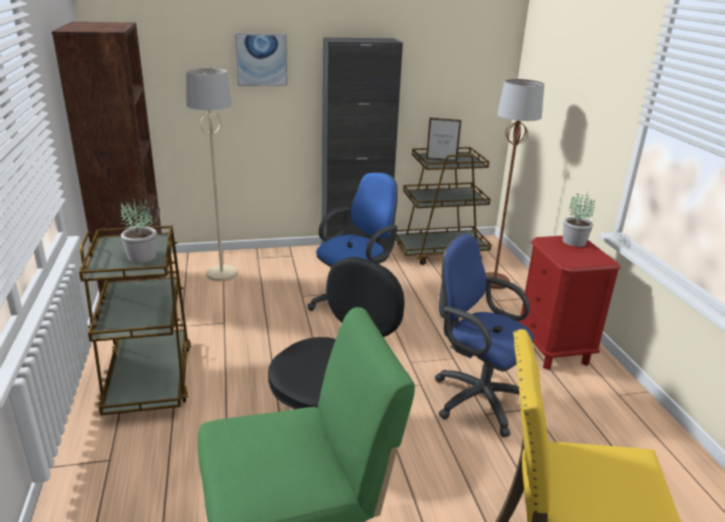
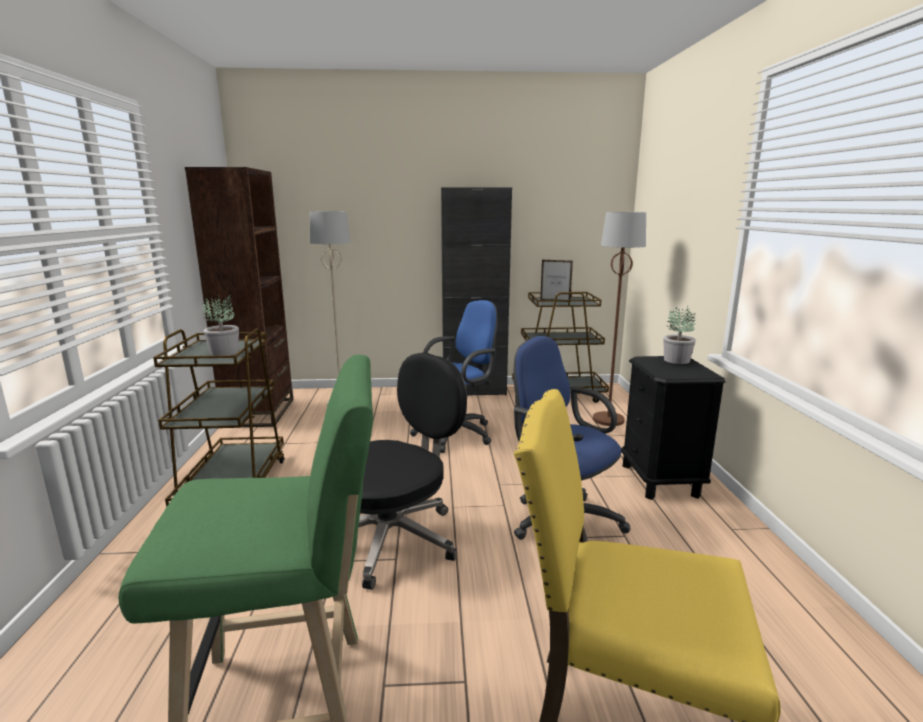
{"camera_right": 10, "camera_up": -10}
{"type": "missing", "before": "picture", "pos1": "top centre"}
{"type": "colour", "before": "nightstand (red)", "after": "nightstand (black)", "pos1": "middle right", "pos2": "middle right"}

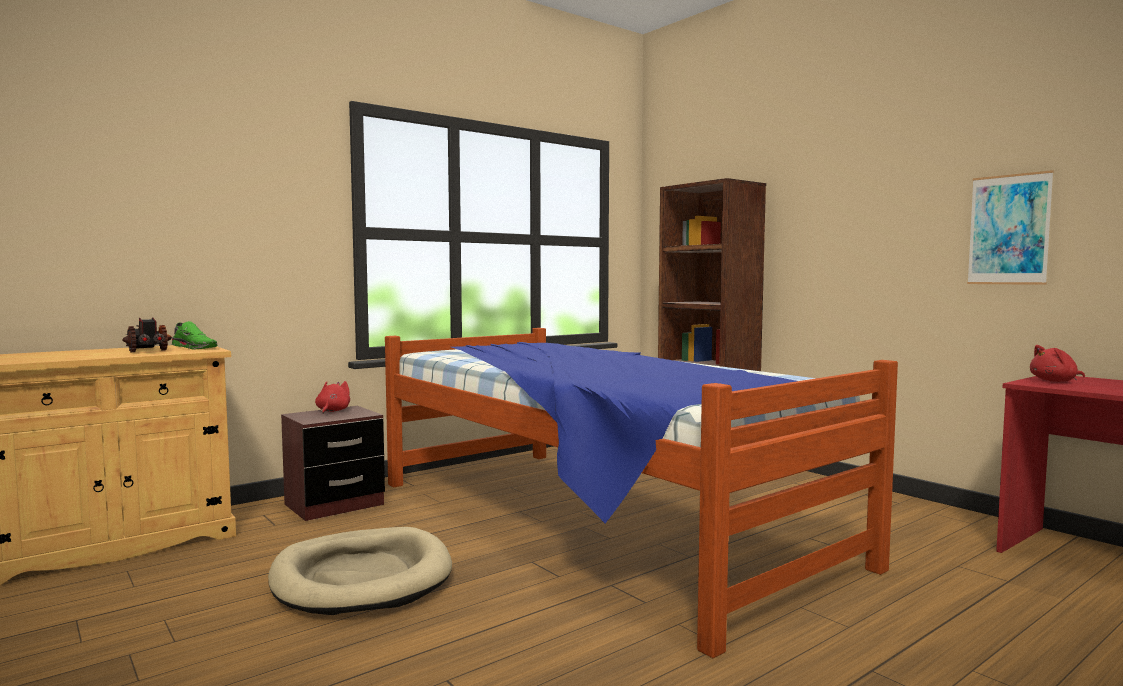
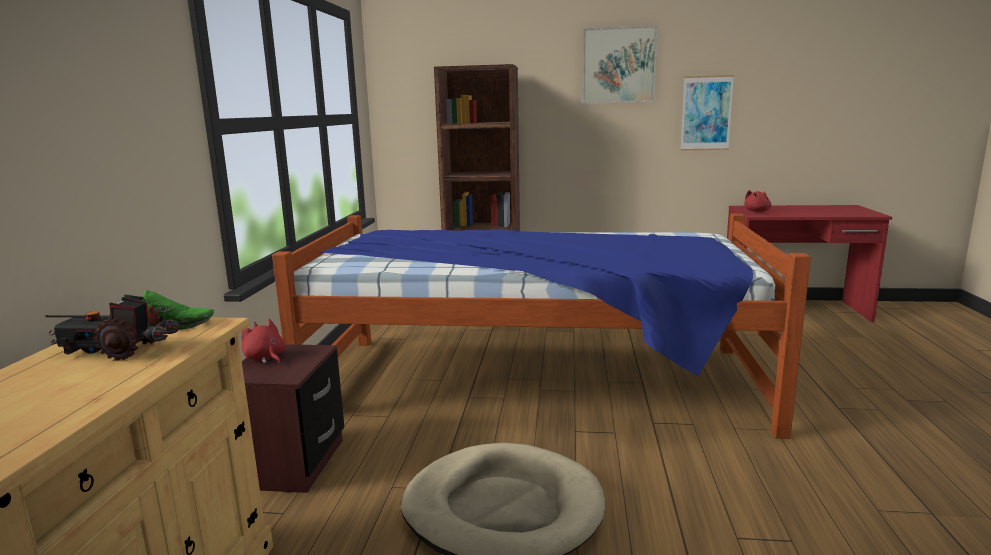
{"camera_right": -45, "camera_up": 10}
{"type": "appeared", "after": "picture (no. 1 from left)", "pos2": "top centre"}

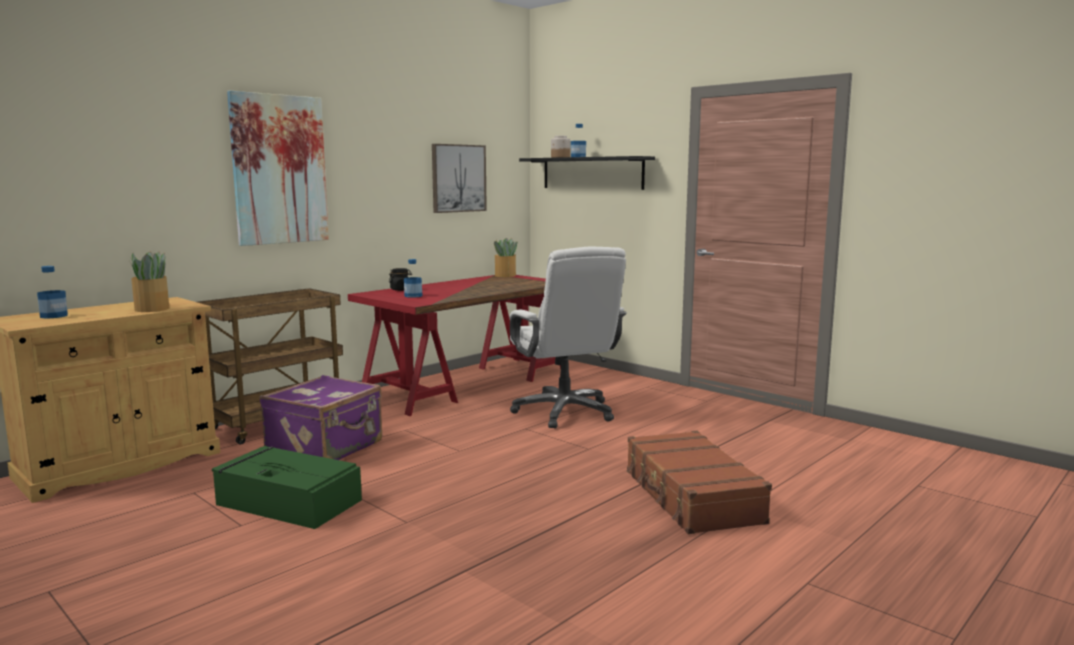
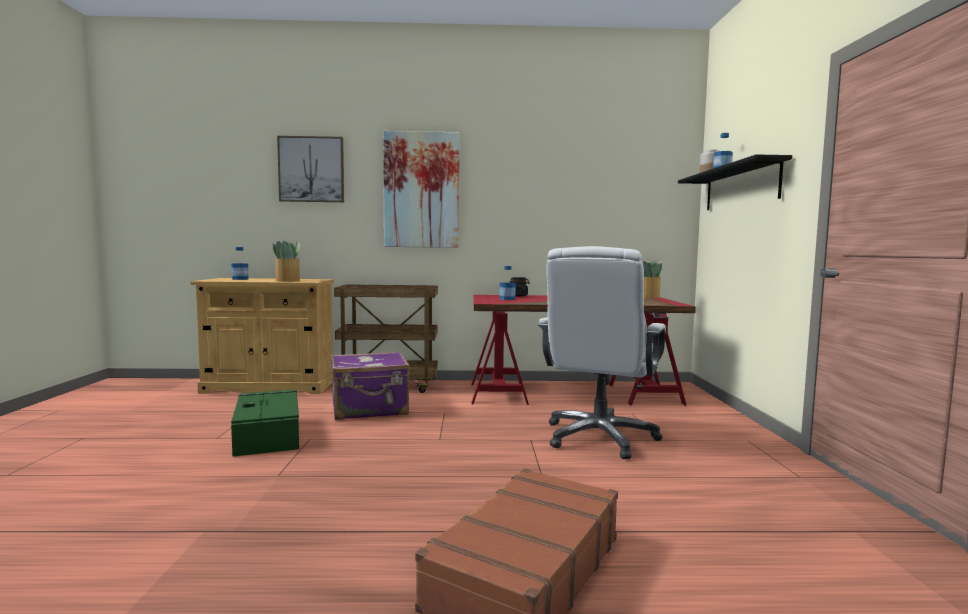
{"camera_right": 45, "camera_up": -5}
{"type": "relocated", "before": "picture (no. 2 from left in the first image)", "after": "picture (no. 1 from left)", "pos1": "top centre", "pos2": "top left"}

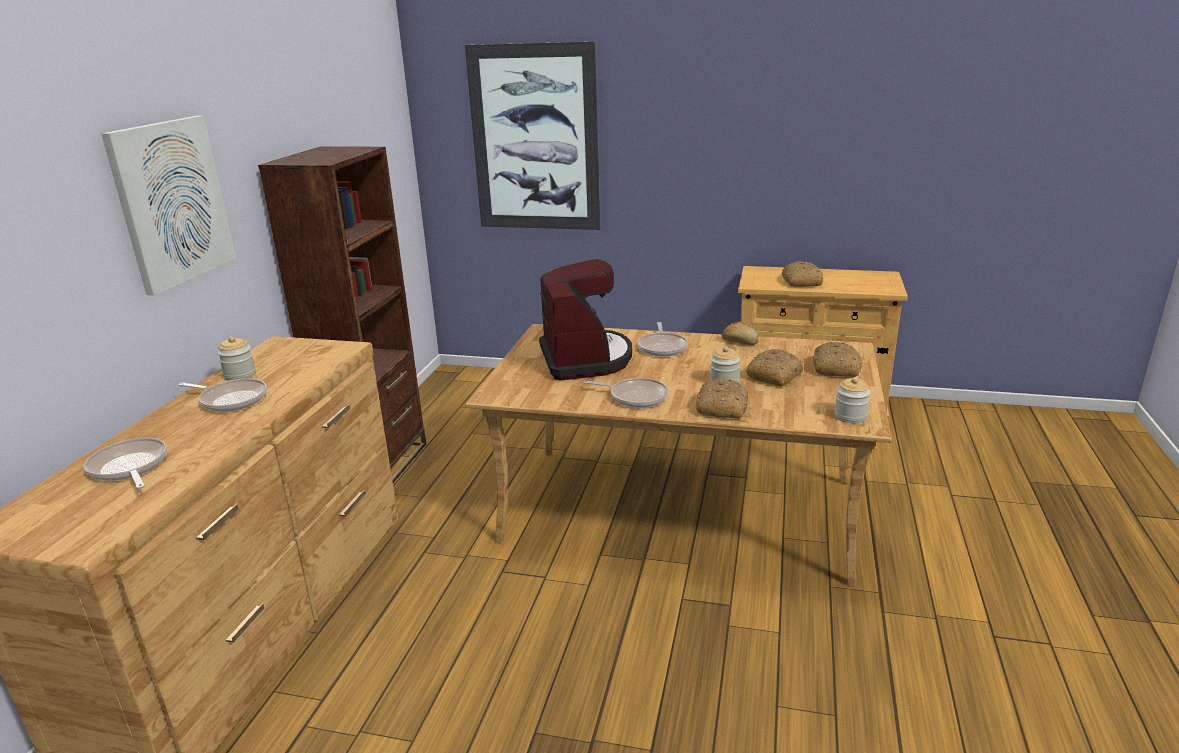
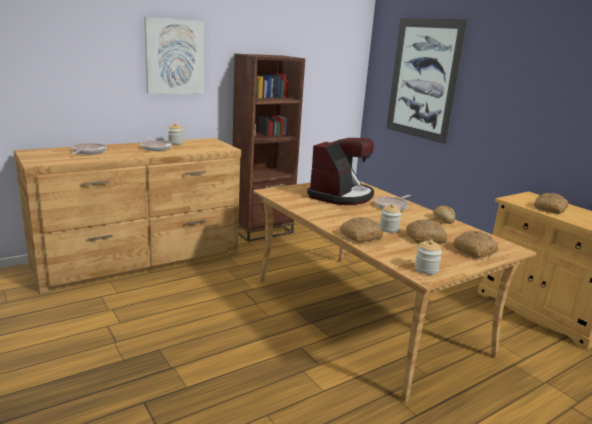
{"camera_right": 40, "camera_up": -5}
{"type": "missing", "before": "frying pan (no. 3 from left)", "pos1": "centre"}

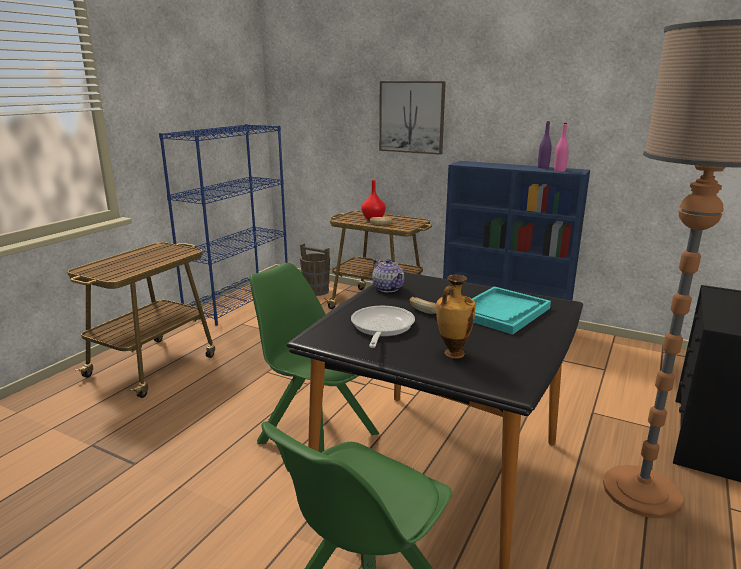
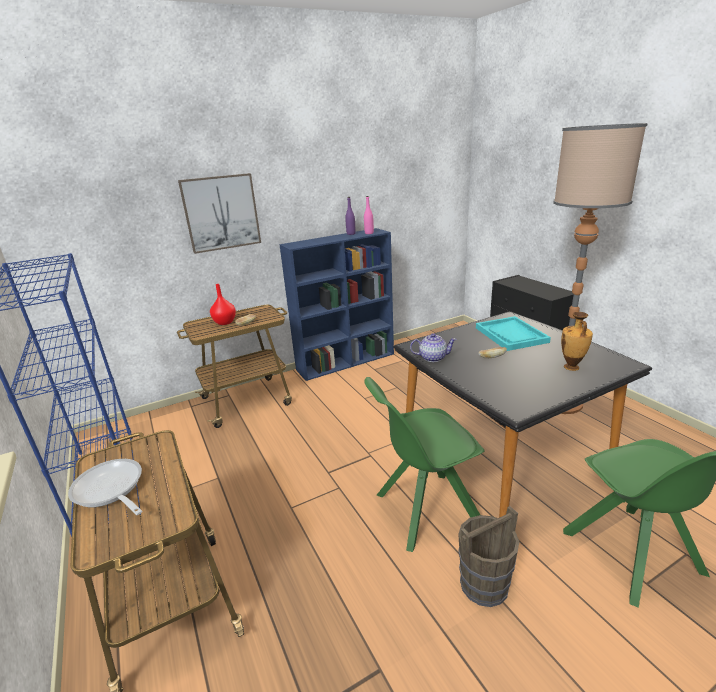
{"camera_right": -55, "camera_up": 5}
{"type": "relocated", "before": "bucket (brown)", "pos1": "centre", "pos2": "bottom right"}
{"type": "relocated", "before": "frying pan", "pos1": "centre", "pos2": "bottom left"}

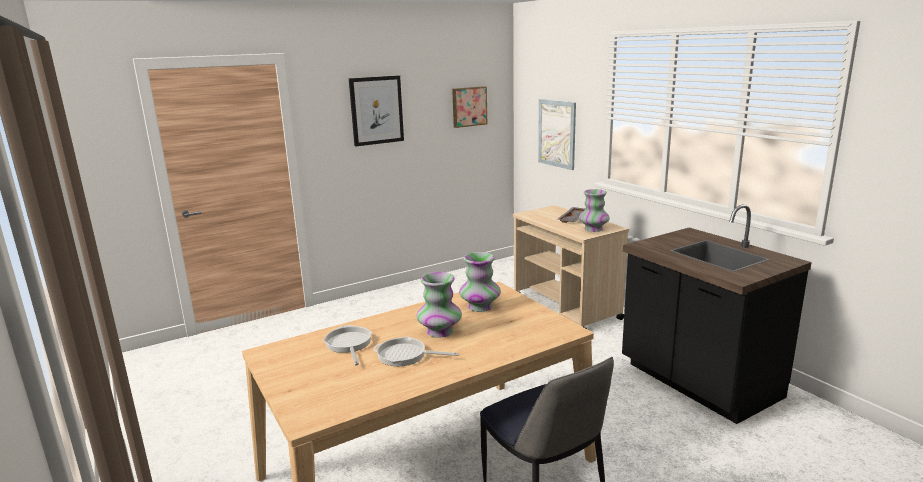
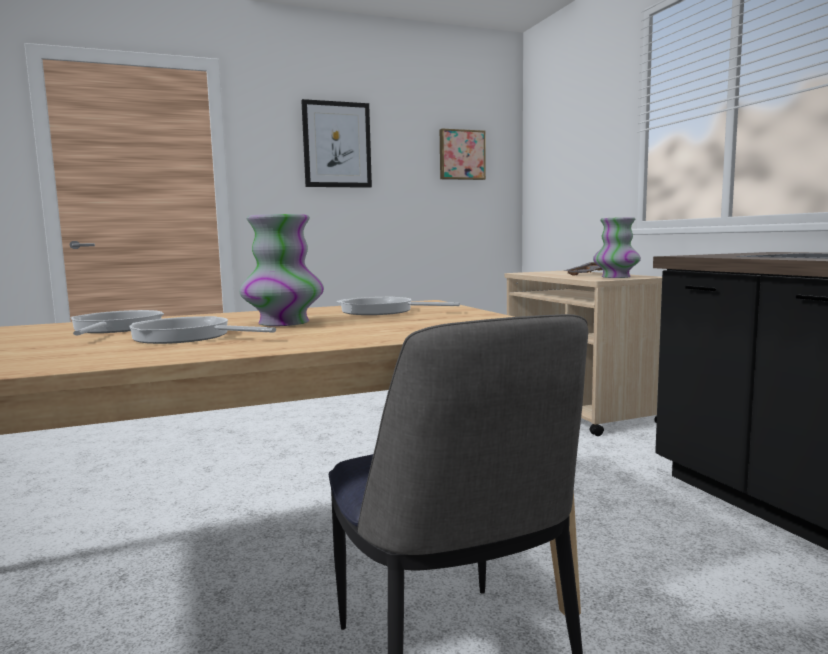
{"camera_right": 10, "camera_up": -10}
{"type": "exchanged", "before": "vase (no. 2 from left)", "after": "frying pan (no. 3 from left)", "pos1": "centre", "pos2": "centre"}
{"type": "missing", "before": "picture (no. 3 from left)", "pos1": "top centre"}

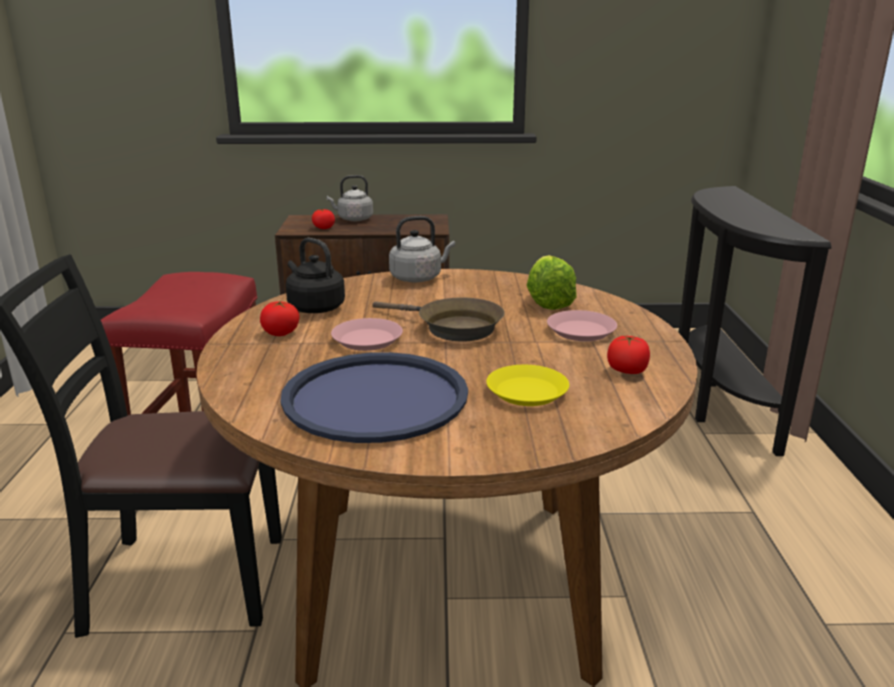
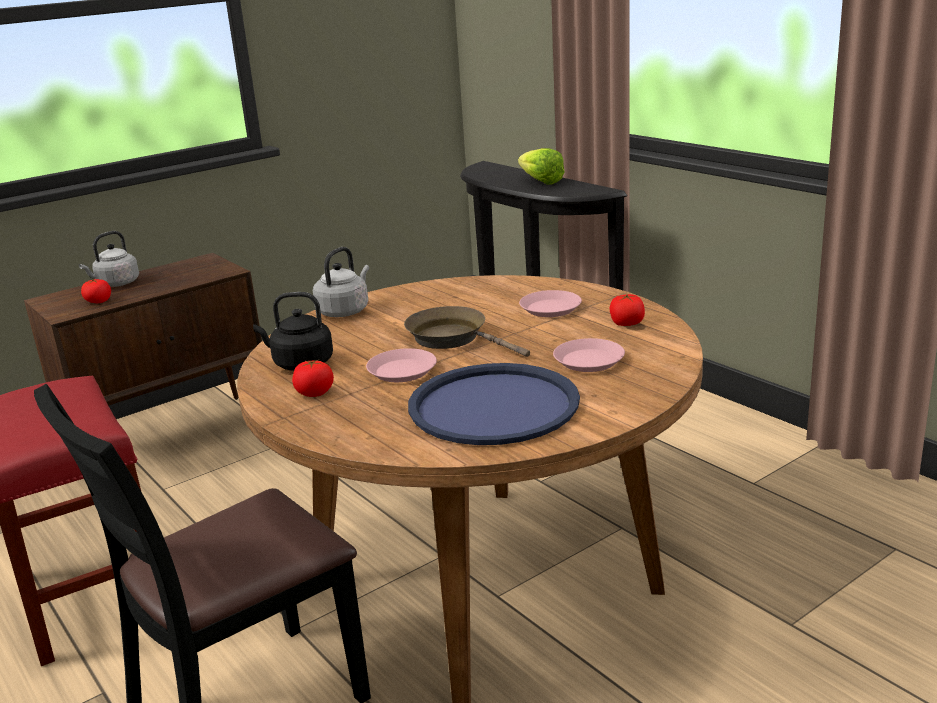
{"camera_right": -35, "camera_up": 0}
{"type": "spun", "before": "frying pan (brown)", "pos1": "centre", "pos2": "centre", "turn": -135}
{"type": "colour", "before": "plate (yellow)", "after": "plate (pink) (no. 3 from left)", "pos1": "centre", "pos2": "centre"}
{"type": "relocated", "before": "lettuce", "pos1": "centre", "pos2": "top centre"}

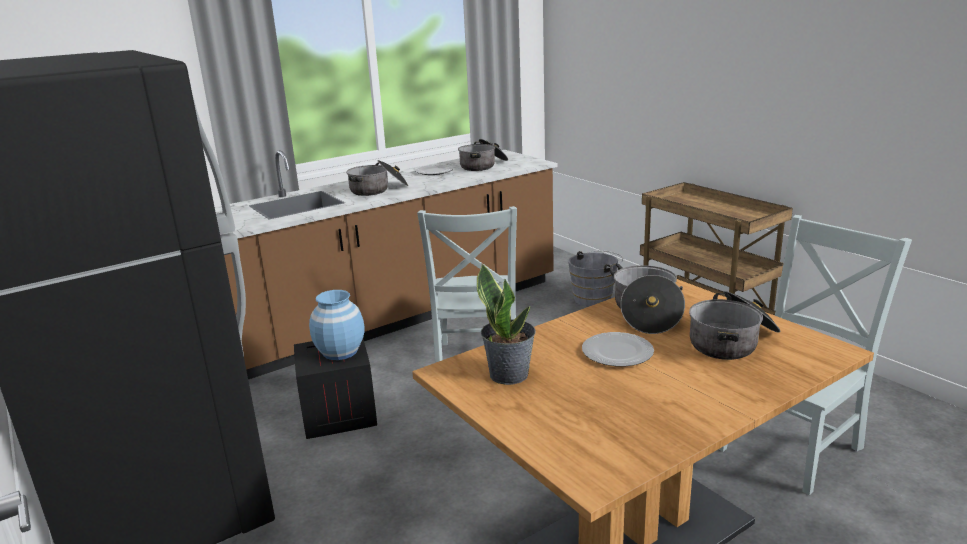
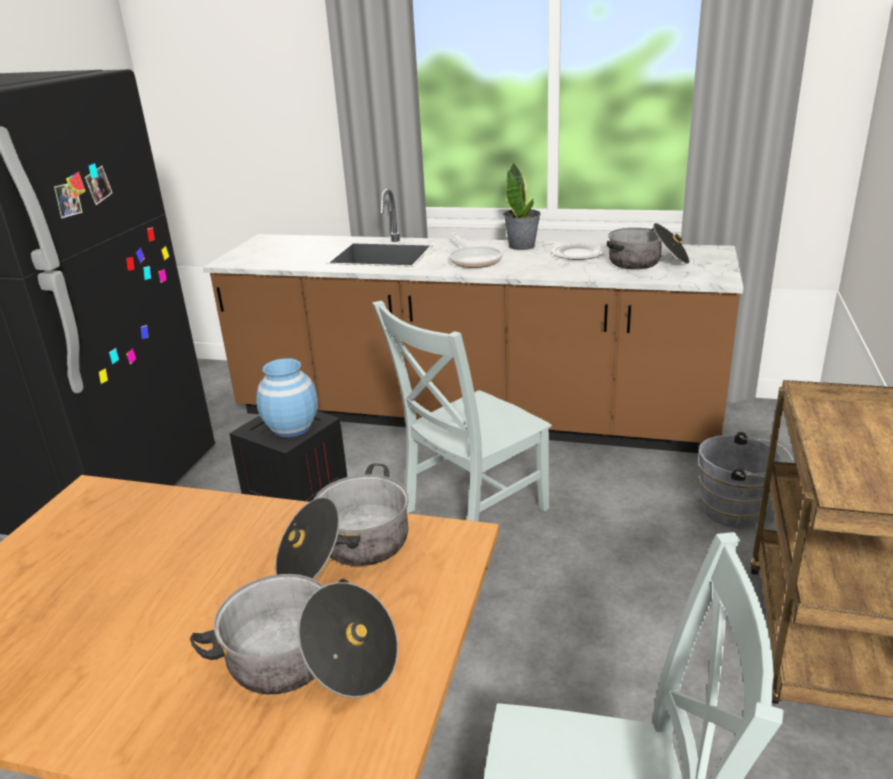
{"camera_right": 50, "camera_up": 5}
{"type": "exchanged", "before": "cooking pot (no. 1 from left)", "after": "frying pan", "pos1": "top centre", "pos2": "top centre"}
{"type": "relocated", "before": "potted plant", "pos1": "centre", "pos2": "top centre"}
{"type": "missing", "before": "plate (no. 2 from left)", "pos1": "centre"}

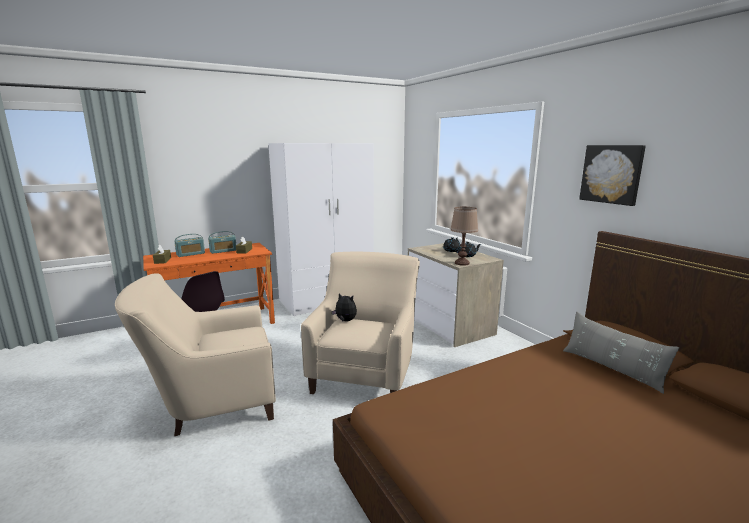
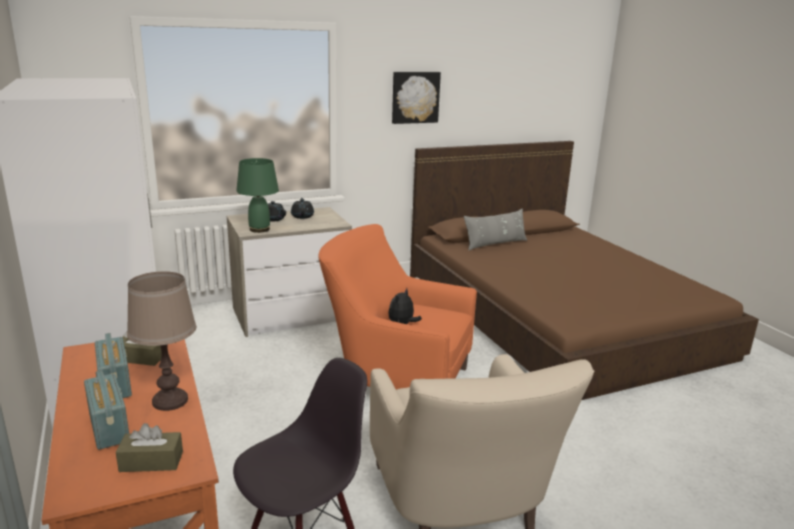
{"camera_right": -85, "camera_up": 5}
{"type": "colour", "before": "armchair (beige) (no. 2 from left)", "after": "armchair (orange)", "pos1": "centre", "pos2": "centre"}
{"type": "relocated", "before": "table lamp (brown)", "pos1": "centre", "pos2": "middle left"}
{"type": "appeared", "after": "table lamp (green)", "pos2": "middle left"}

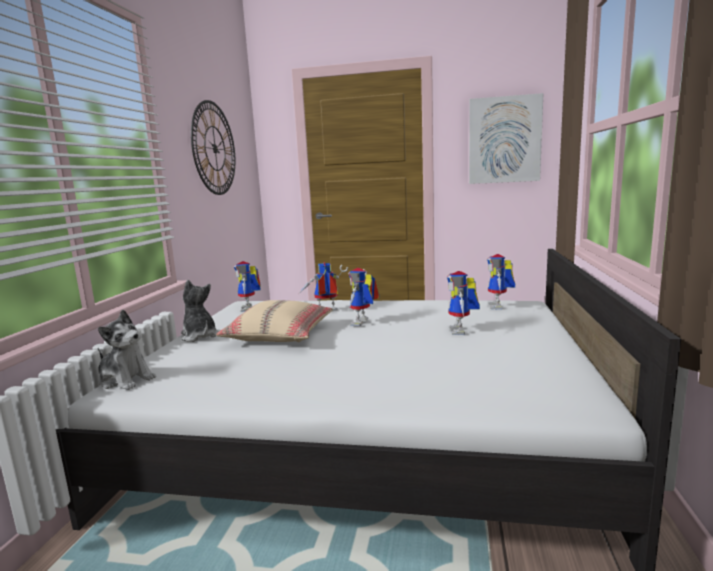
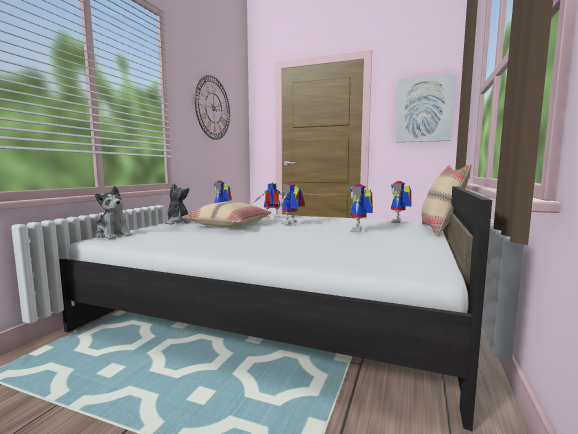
{"camera_right": 10, "camera_up": -5}
{"type": "appeared", "after": "pillow (beige) (no. 2 from left)", "pos2": "middle right"}

